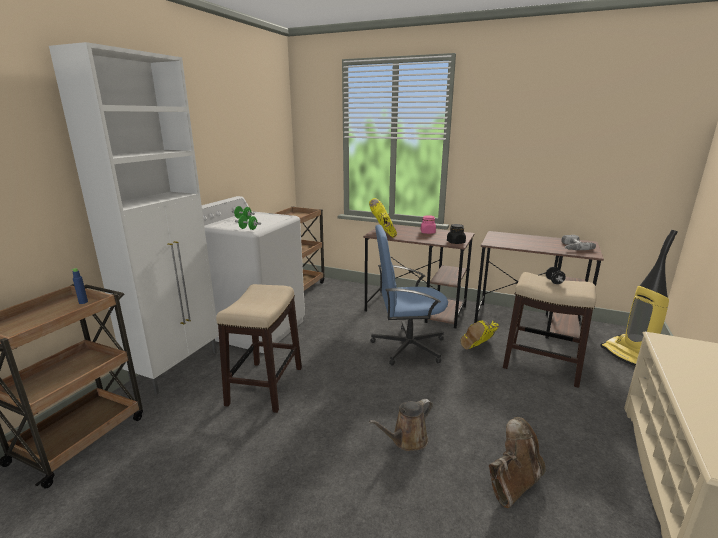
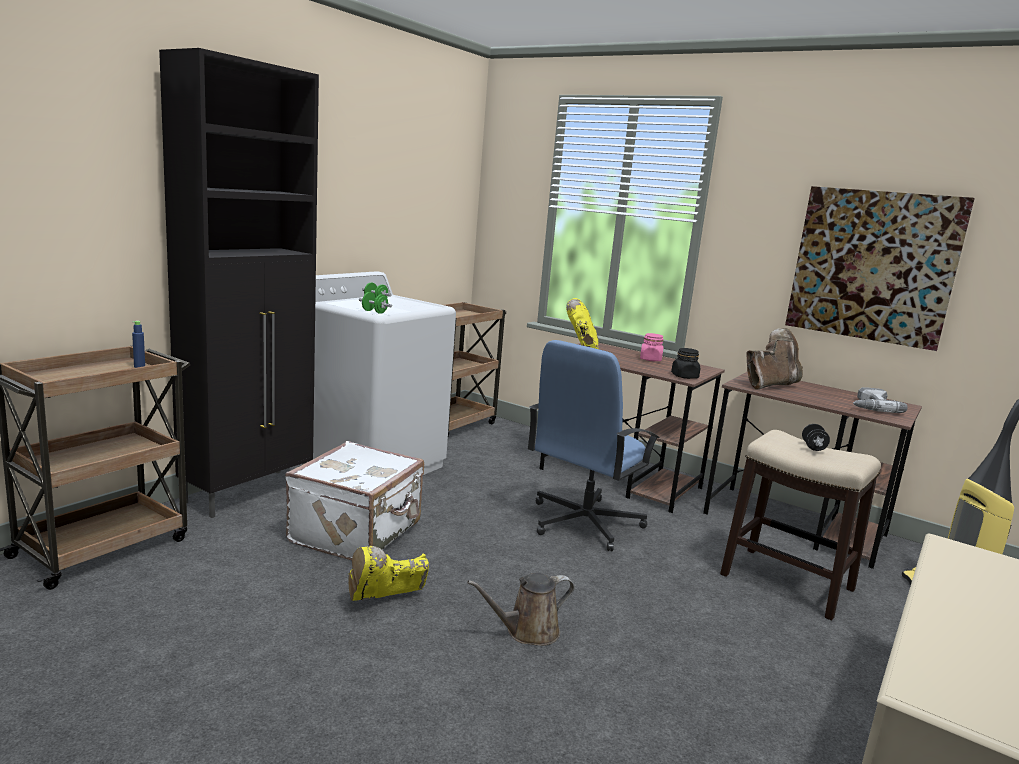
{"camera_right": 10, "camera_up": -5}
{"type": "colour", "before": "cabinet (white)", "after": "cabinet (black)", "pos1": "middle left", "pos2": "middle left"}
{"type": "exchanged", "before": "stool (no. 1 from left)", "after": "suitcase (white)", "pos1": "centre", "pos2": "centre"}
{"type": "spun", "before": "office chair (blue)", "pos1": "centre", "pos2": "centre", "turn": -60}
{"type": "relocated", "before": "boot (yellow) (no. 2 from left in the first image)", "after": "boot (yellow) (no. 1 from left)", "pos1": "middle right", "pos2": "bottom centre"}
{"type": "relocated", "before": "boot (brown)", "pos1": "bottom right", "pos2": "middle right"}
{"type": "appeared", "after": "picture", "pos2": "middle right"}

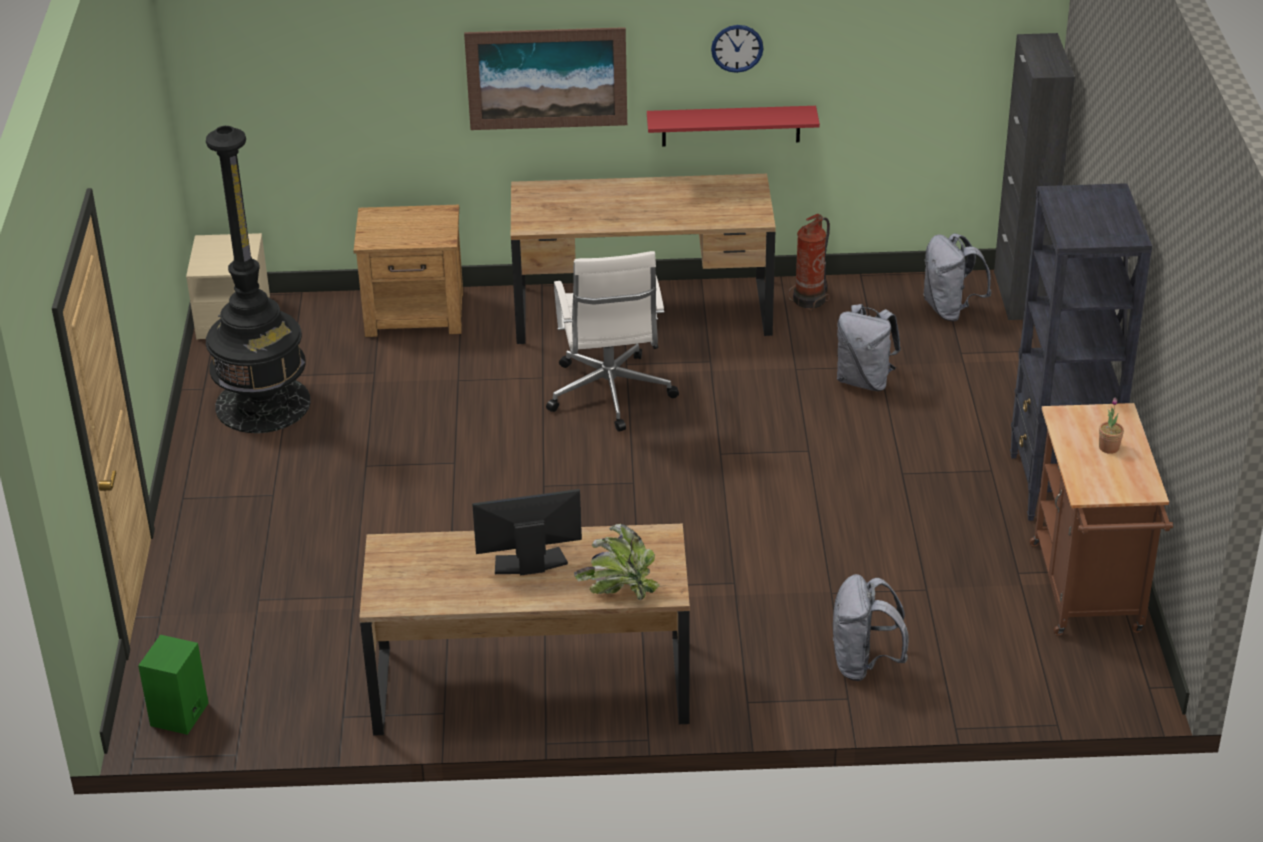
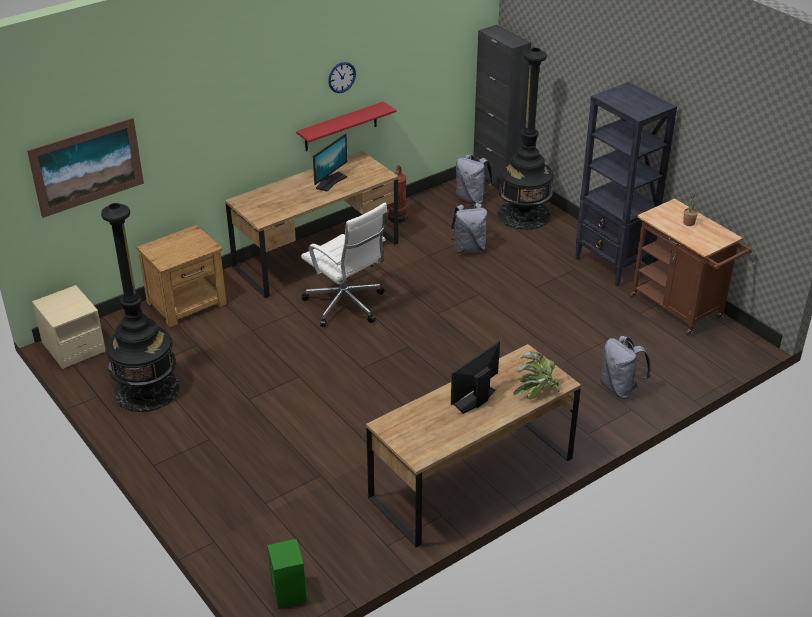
{"camera_right": -35, "camera_up": 0}
{"type": "relocated", "before": "picture", "pos1": "top centre", "pos2": "top left"}
{"type": "appeared", "after": "monitor (no. 1 from left)", "pos2": "top centre"}
{"type": "appeared", "after": "floor lamp (black) (no. 2 from left)", "pos2": "top centre"}

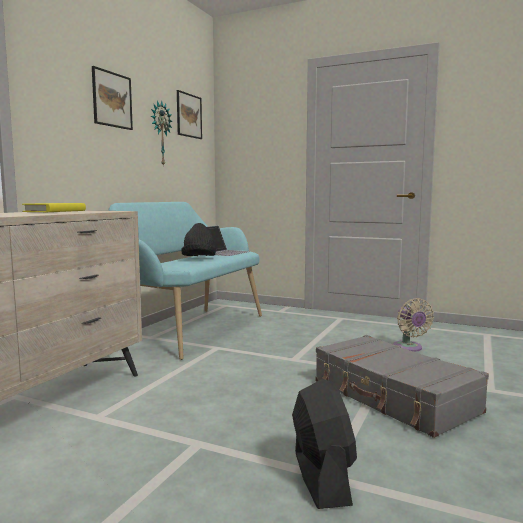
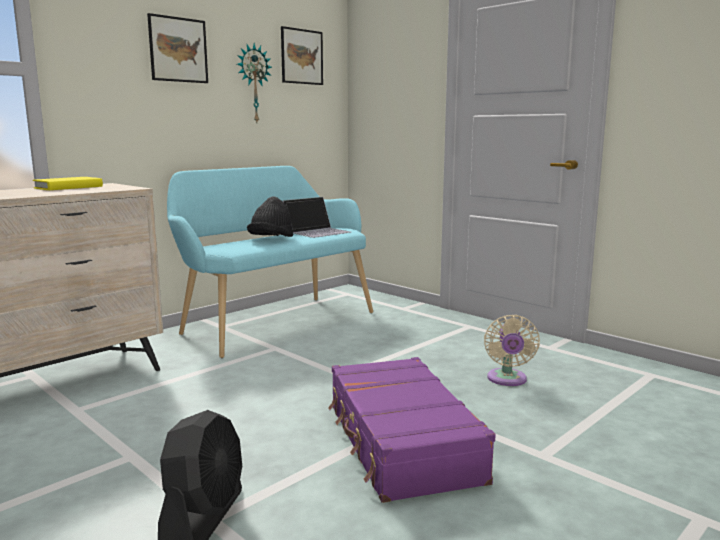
{"camera_right": 20, "camera_up": 5}
{"type": "colour", "before": "suitcase (grey)", "after": "suitcase (purple)", "pos1": "bottom right", "pos2": "bottom centre"}

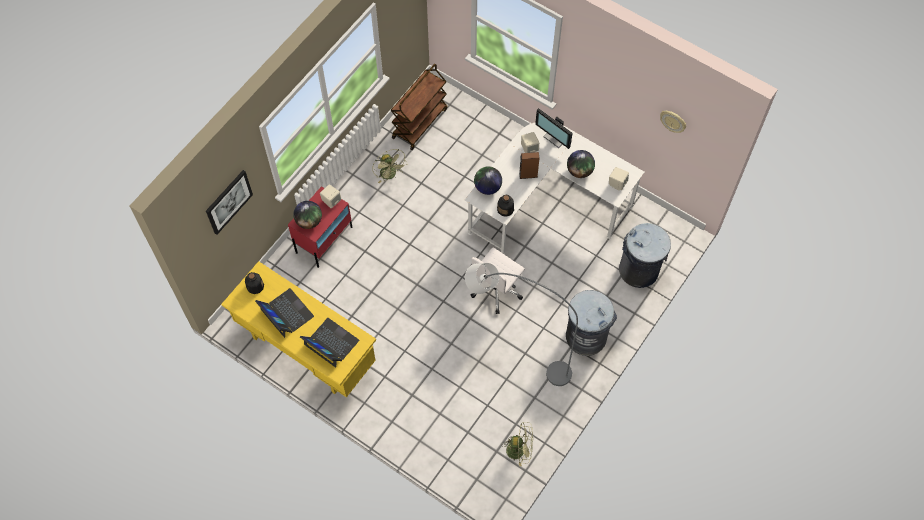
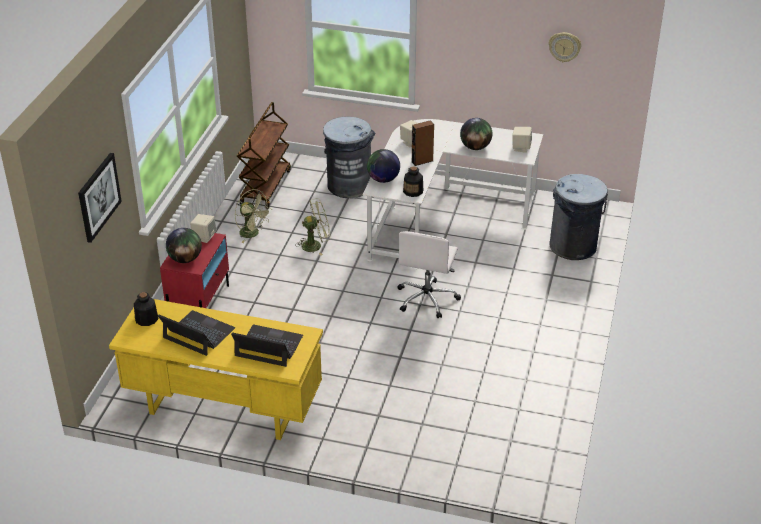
{"camera_right": -20, "camera_up": -25}
{"type": "missing", "before": "floor lamp (grey)", "pos1": "centre"}
{"type": "relocated", "before": "fan (green) (no. 2 from left)", "pos1": "bottom centre", "pos2": "centre"}
{"type": "missing", "before": "monitor", "pos1": "top centre"}
{"type": "relocated", "before": "trash can (grey) (no. 1 from left)", "pos1": "centre", "pos2": "top centre"}

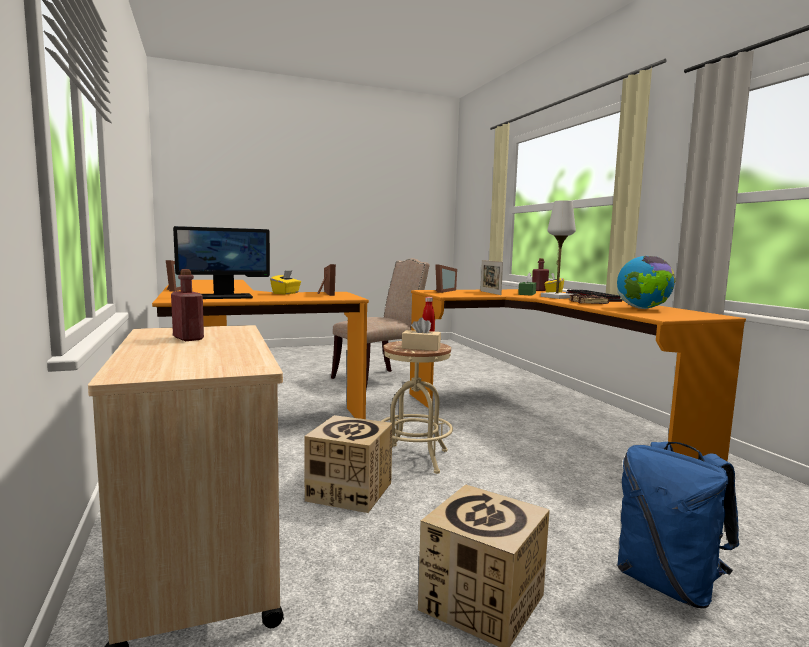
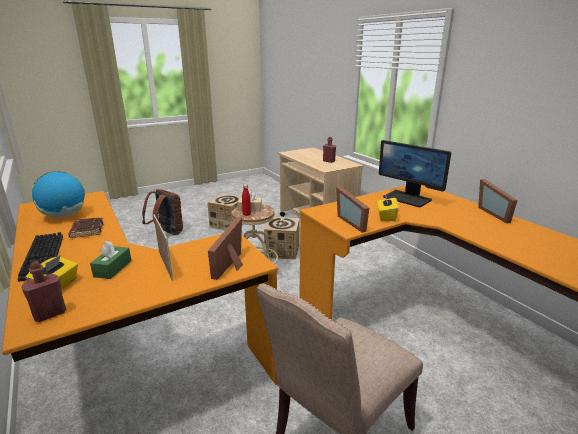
{"camera_right": 170, "camera_up": 15}
{"type": "spun", "before": "monitor", "pos1": "middle left", "pos2": "middle right", "turn": -105}
{"type": "missing", "before": "table lamp (white)", "pos1": "middle right"}
{"type": "colour", "before": "backpack (blue)", "after": "backpack (brown)", "pos1": "bottom right", "pos2": "middle left"}

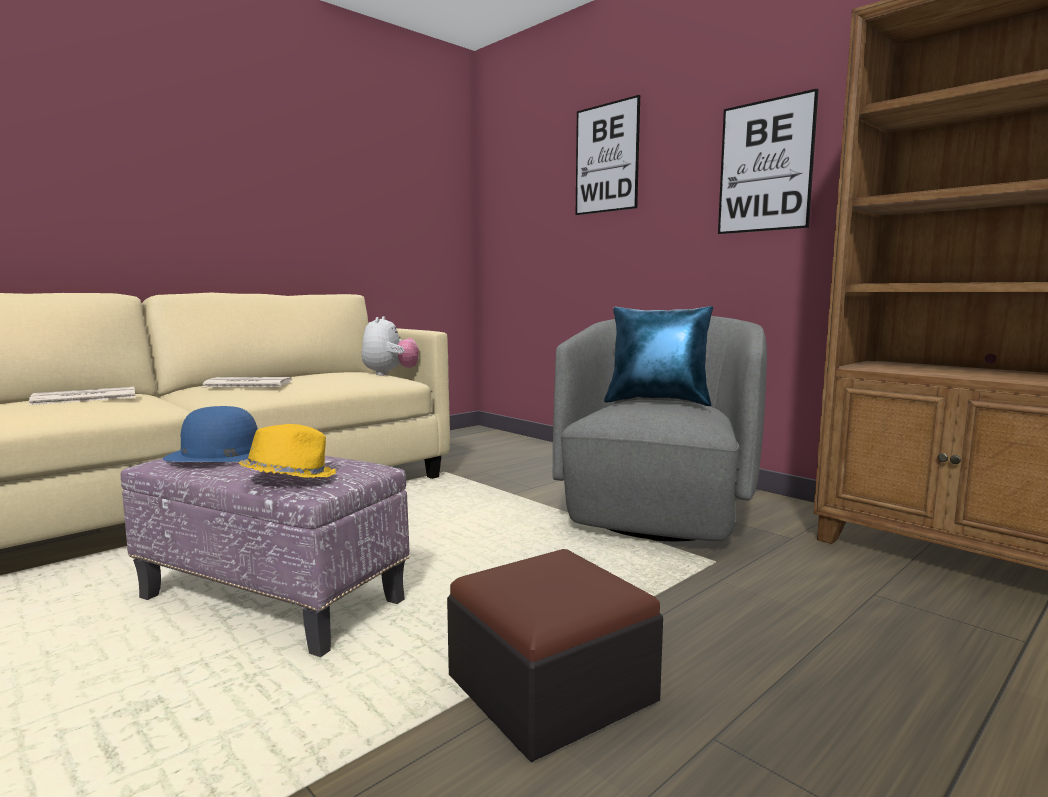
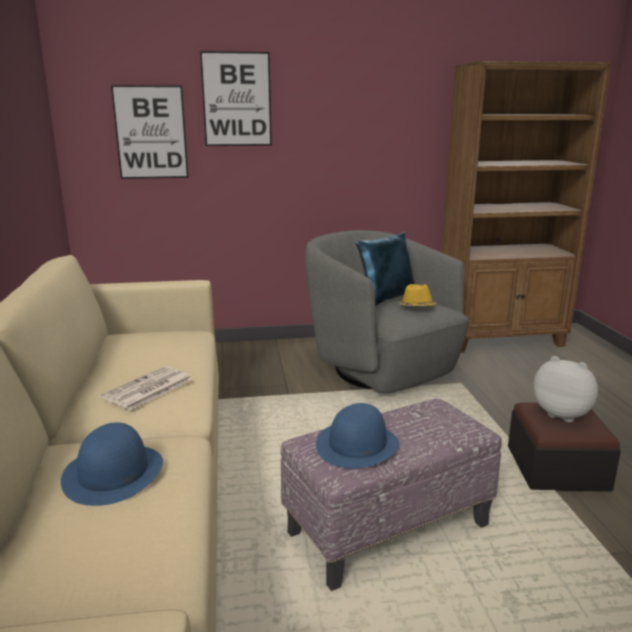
{"camera_right": -55, "camera_up": 10}
{"type": "exchanged", "before": "newspaper (no. 1 from left)", "after": "hat (blue) (no. 1 from left)", "pos1": "middle left", "pos2": "bottom left"}
{"type": "relocated", "before": "hat (yellow)", "pos1": "middle left", "pos2": "centre"}
{"type": "relocated", "before": "plush toy", "pos1": "centre", "pos2": "middle right"}
{"type": "relocated", "before": "picture (no. 2 from left in the first image)", "after": "picture (no. 1 from left)", "pos1": "top right", "pos2": "top left"}

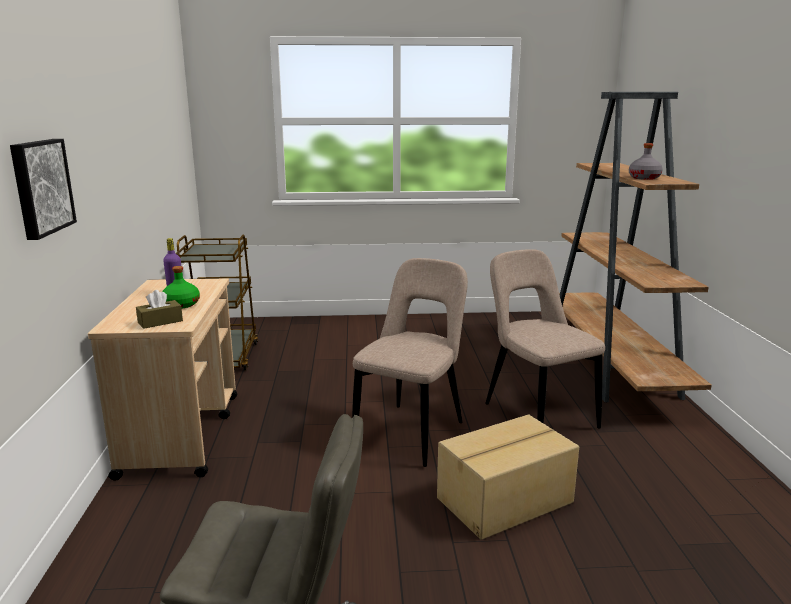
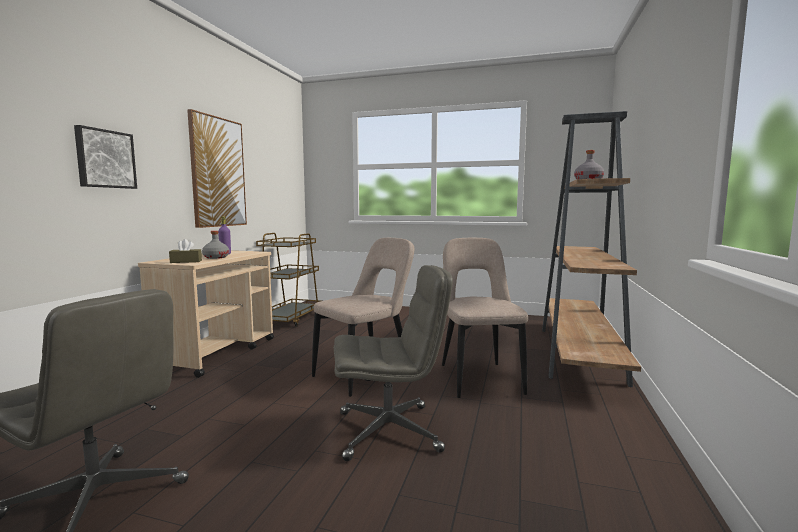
{"camera_right": 20, "camera_up": -10}
{"type": "colour", "before": "bottle (green)", "after": "bottle (grey) (no. 1 from left)", "pos1": "middle left", "pos2": "middle left"}
{"type": "exchanged", "before": "cardboard box", "after": "office chair (grey) (no. 2 from left)", "pos1": "bottom centre", "pos2": "bottom centre"}
{"type": "appeared", "after": "picture (no. 2 from left)", "pos2": "top left"}

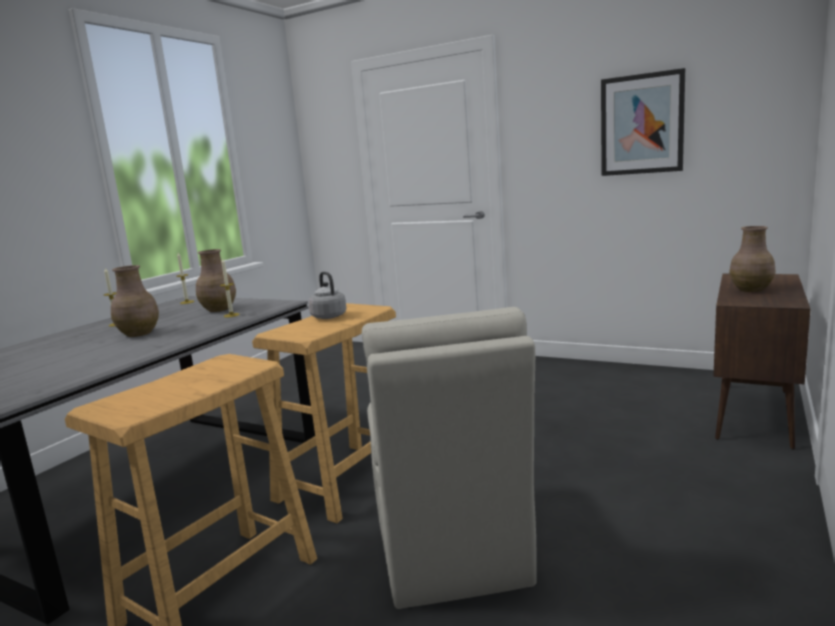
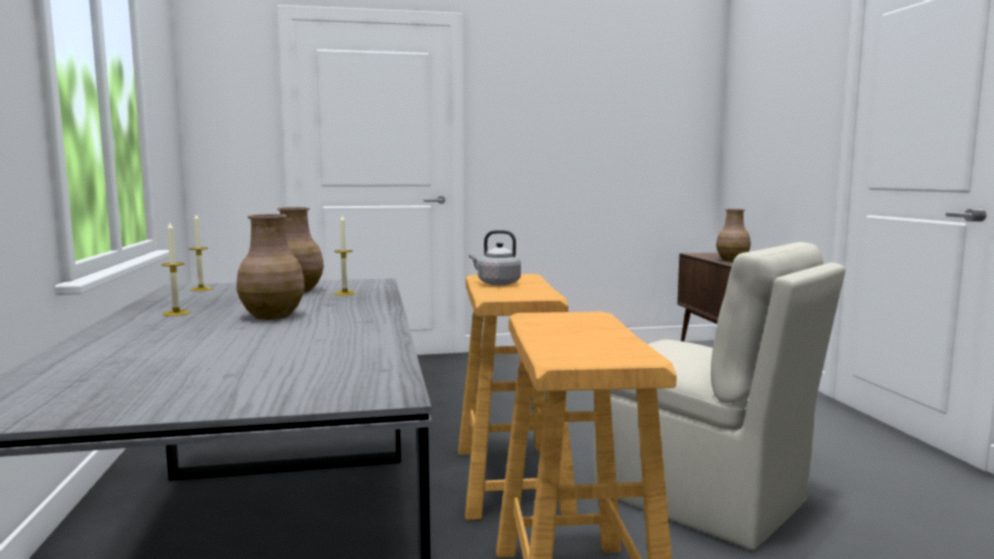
{"camera_right": -40, "camera_up": -5}
{"type": "missing", "before": "picture", "pos1": "top right"}

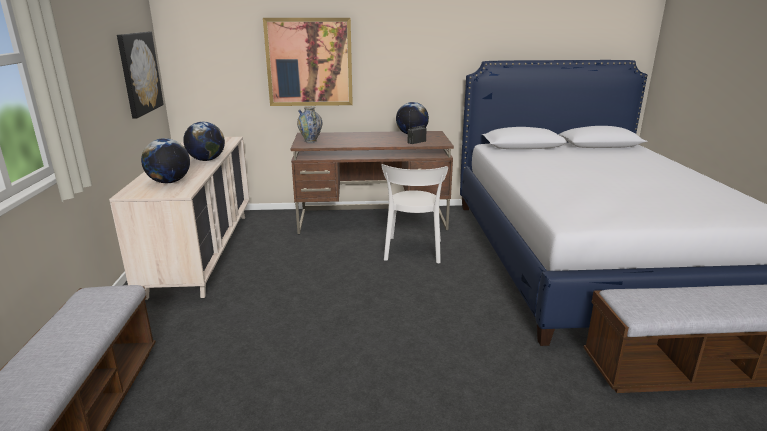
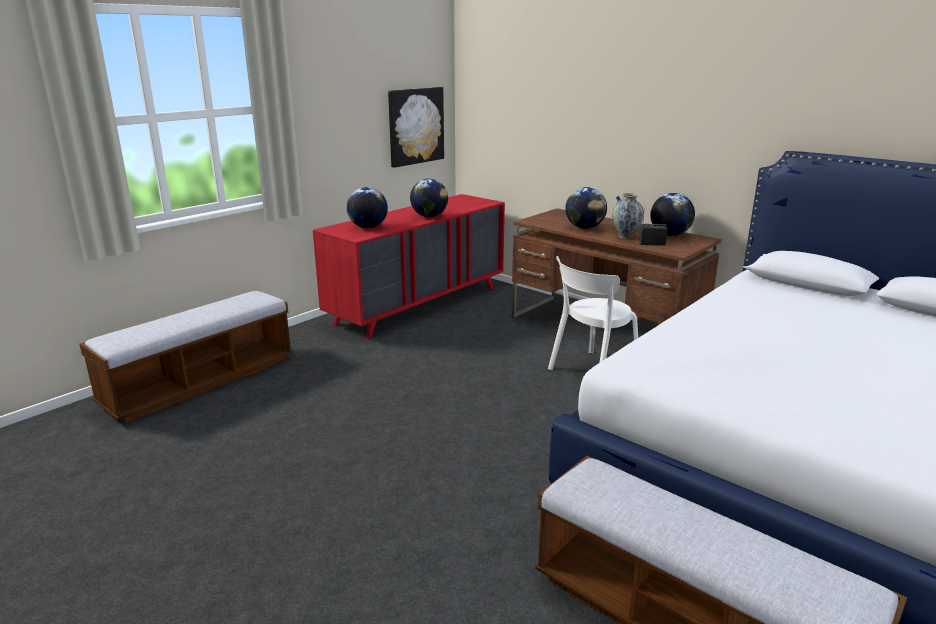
{"camera_right": 45, "camera_up": 0}
{"type": "colour", "before": "dresser (beige)", "after": "dresser (red)", "pos1": "middle left", "pos2": "centre"}
{"type": "missing", "before": "picture (no. 2 from left)", "pos1": "top centre"}
{"type": "relocated", "before": "vase", "pos1": "top centre", "pos2": "middle right"}
{"type": "appeared", "after": "globe (no. 3 from left)", "pos2": "centre"}

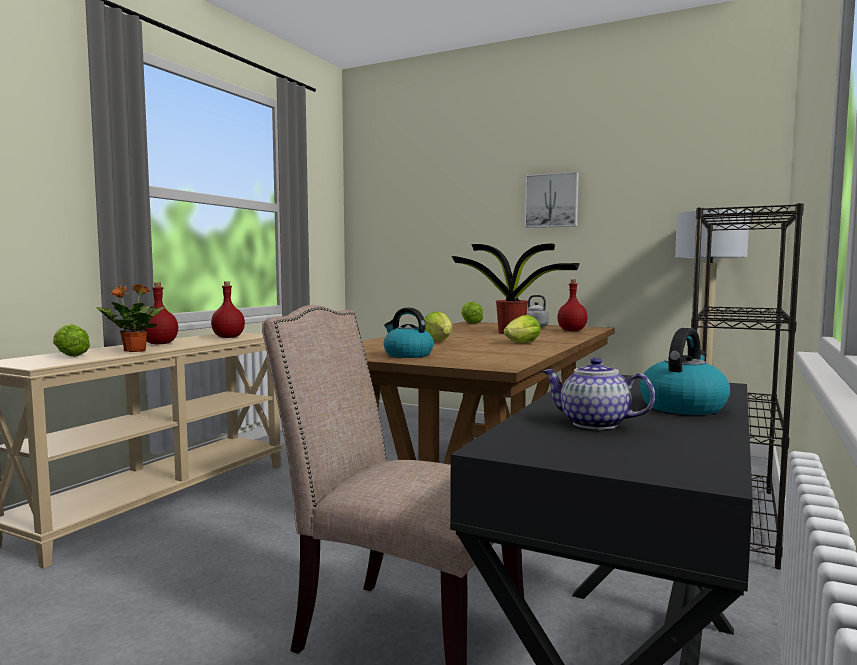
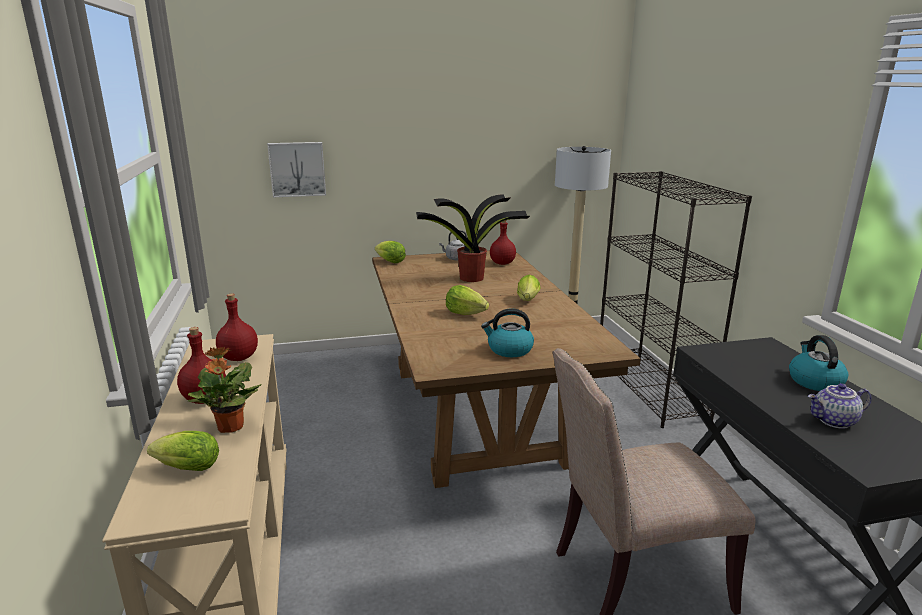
{"camera_right": -40, "camera_up": 15}
{"type": "relocated", "before": "picture", "pos1": "top centre", "pos2": "top left"}

